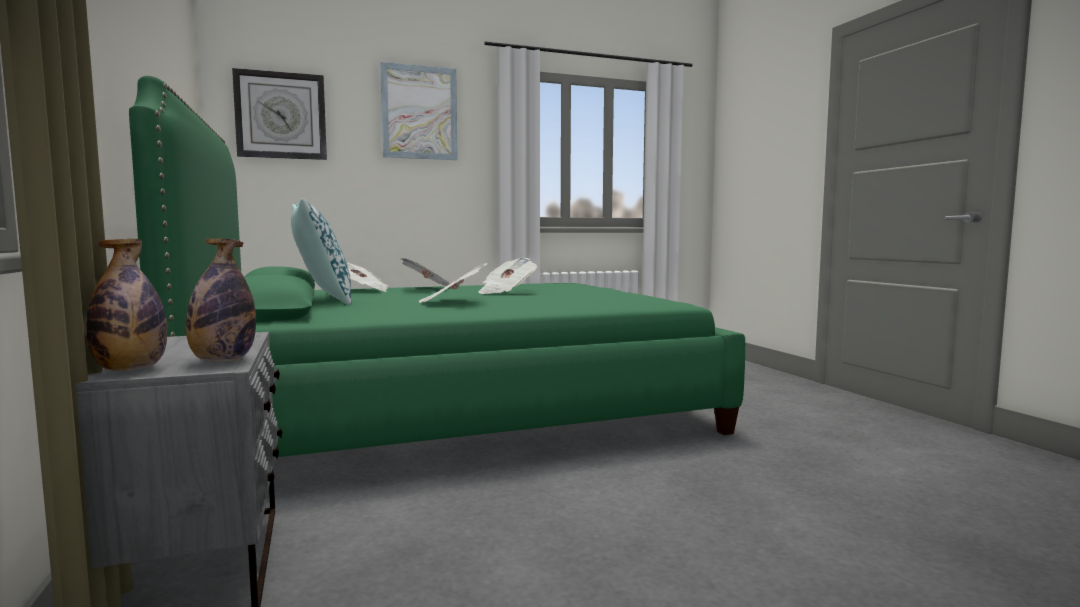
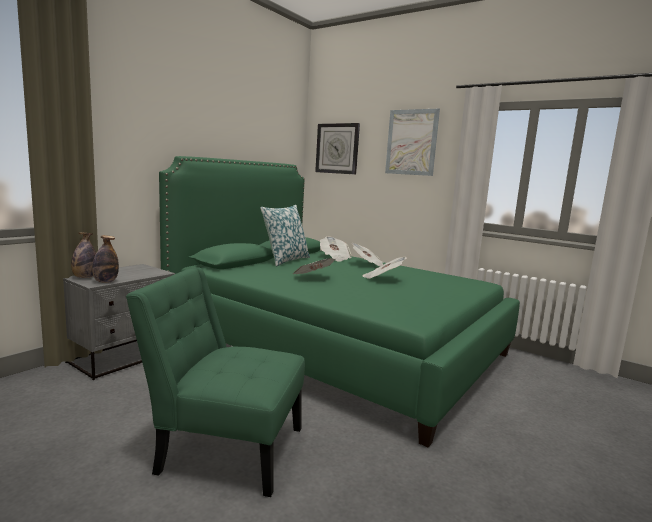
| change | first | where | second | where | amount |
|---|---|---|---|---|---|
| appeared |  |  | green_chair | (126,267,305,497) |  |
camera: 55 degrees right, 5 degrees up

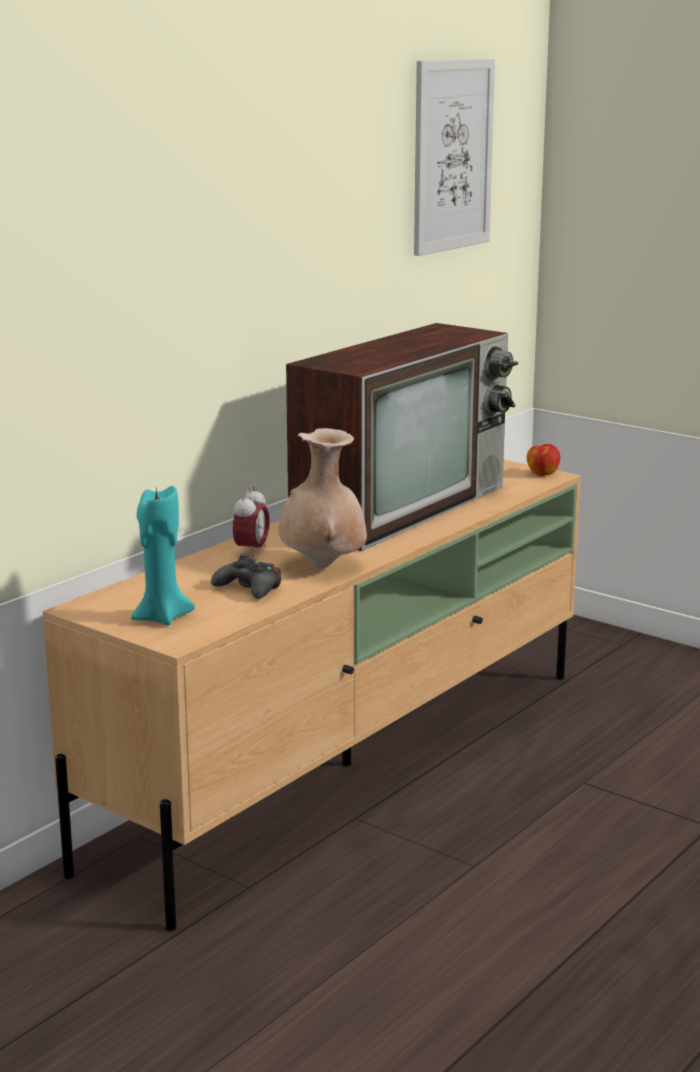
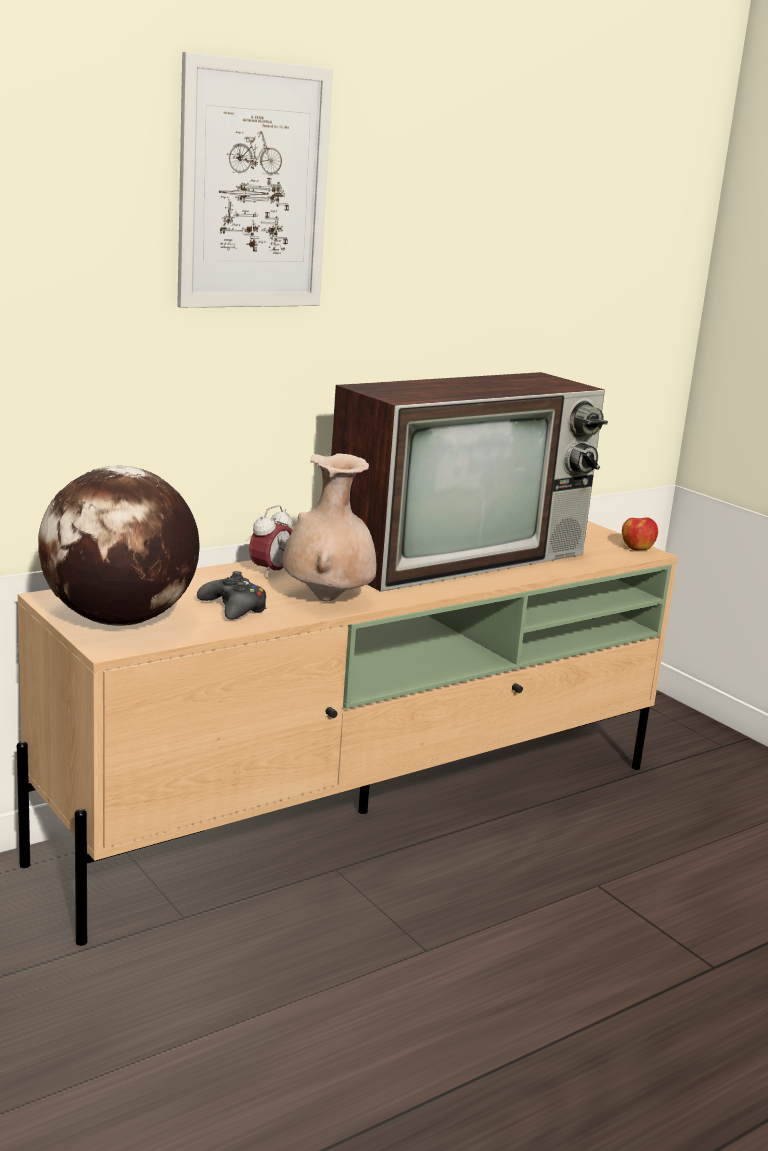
| change | first | where | second | where | amount |
|---|---|---|---|---|---|
| exchanged | turquoise_candle | (131,486,195,625) | globe | (38,466,200,626) |  |
| relocated | picture | (414,58,495,256) |  | (177,52,333,308) |  |
camera: 15 degrees right, 0 degrees up

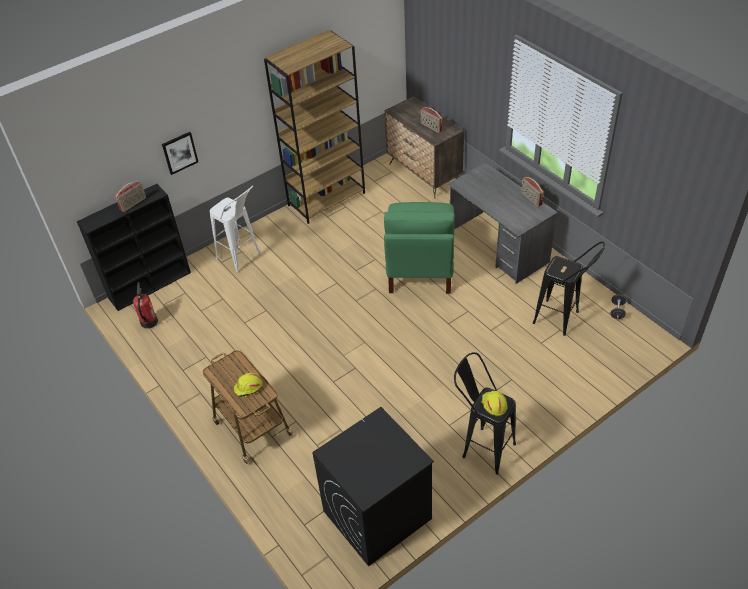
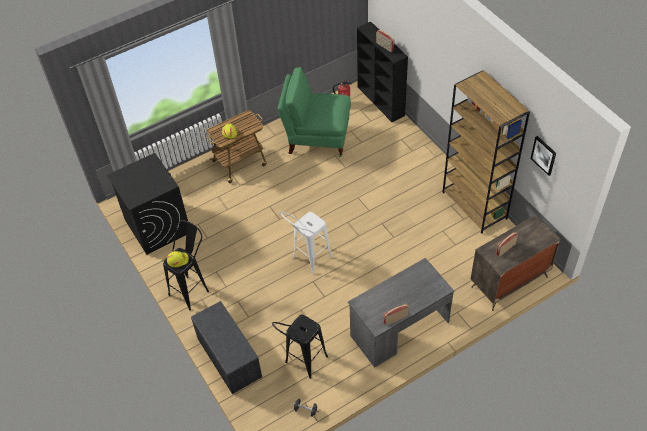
| change | first | where | second | where | amount |
|---|---|---|---|---|---|
| relocated | picture | (162,132,198,175) |  | (531,136,556,176) |  |
| relocated | white_stool | (210,185,261,272) |  | (281,211,333,274) |  |
| relocated | green_chair | (384,202,455,294) |  | (278,67,351,157) |  |
| appeared |  |  | grey_bench | (191,301,262,394) |  |
camera: 95 degrees right, 5 degrees up

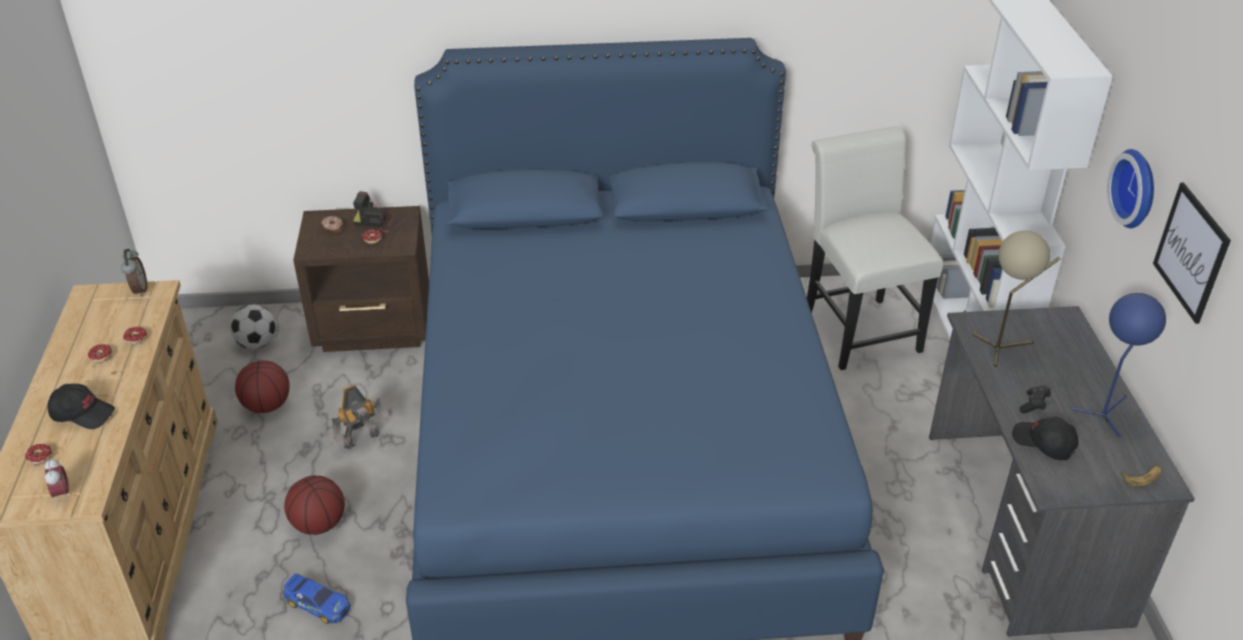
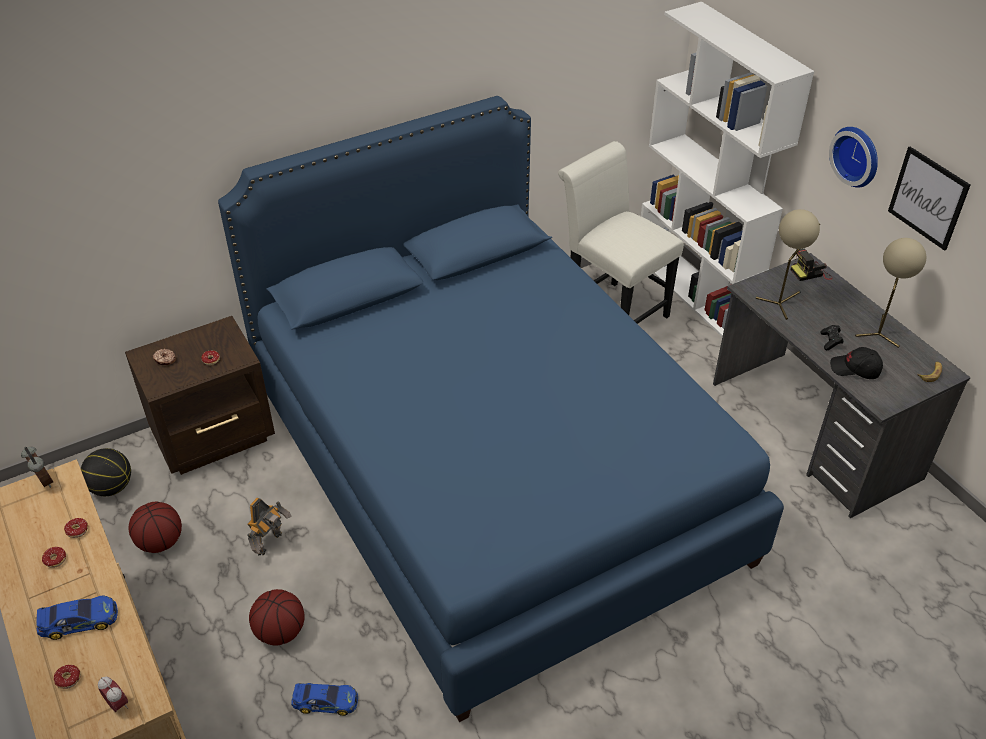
| change | first | where | second | where | amount |
|---|---|---|---|---|---|
| exchanged | black_cap | (48,384,115,429) | toy_car | (36,596,118,640) |  |
| exchanged | football | (230,305,276,349) | basketball | (81,448,131,496) |  |
| relocated | photo_camera | (353,191,395,232) |  | (791,249,833,281) |  |
| colour | blue_table_lamp | (1071,293,1166,437) | beige_table_lamp | (855,238,926,348) |  |
camera: 25 degrees left, 5 degrees up

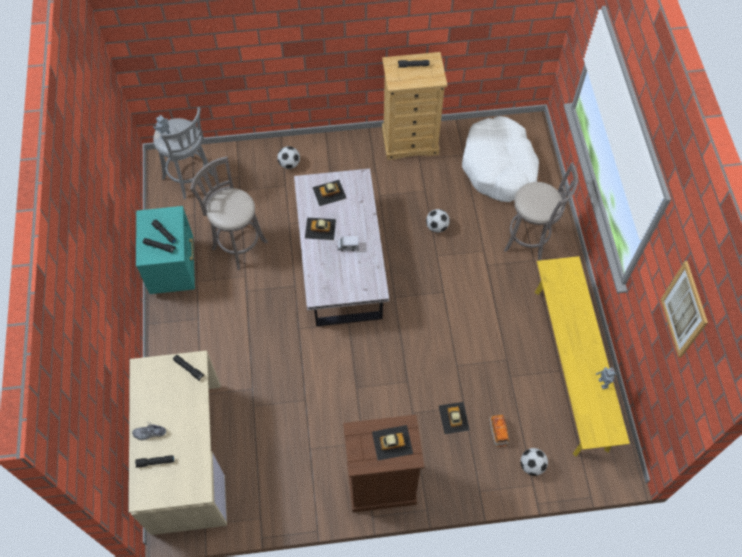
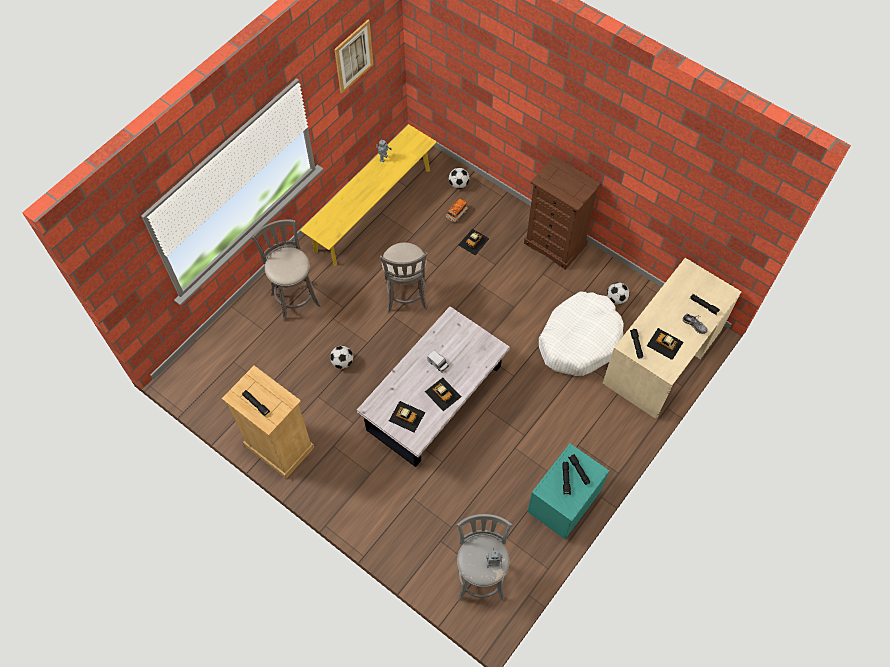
| change | first | where | second | where | amount |
|---|---|---|---|---|---|
| relocated | grey_stool | (191,156,268,270) |  | (380,242,428,313) |  |
| relocated | football | (277,146,300,169) |  | (607,282,630,305) |  |
| relocated | toy_car | (372,425,413,461) |  | (647,328,684,360) |  |
| relocated | white_dog_bed | (462,116,539,202) |  | (539,292,624,376) |  |
camera: 135 degrees left, 0 degrees up

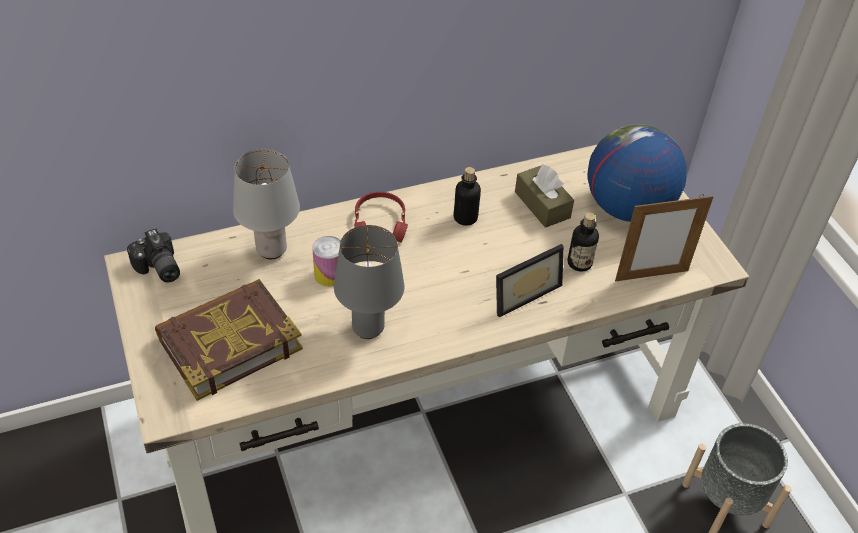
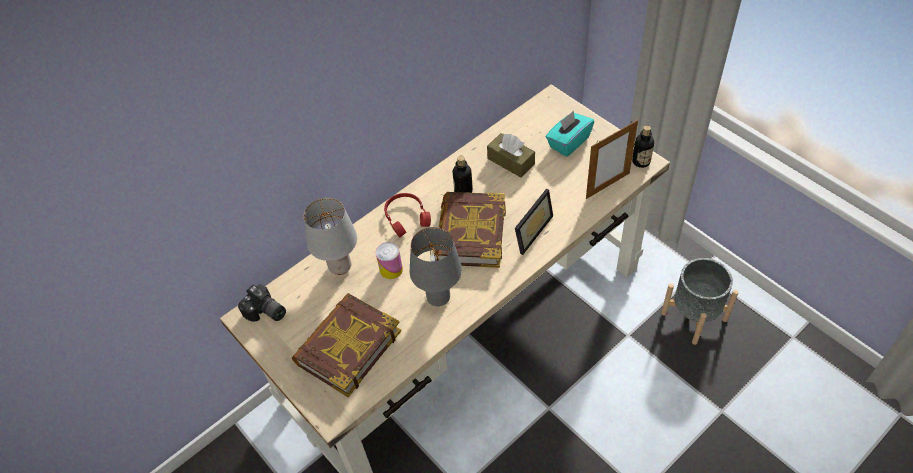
| change | first | where | second | where | amount |
|---|---|---|---|---|---|
| relocated | bottle | (567,213,599,272) |  | (632,125,654,168) |  |
| exchanged | globe | (587,124,687,222) | turquoise_tissue_box | (546,111,594,157) |  |
| appeared |  |  | book | (435,192,506,268) |  |
camera: 15 degrees left, 5 degrees up

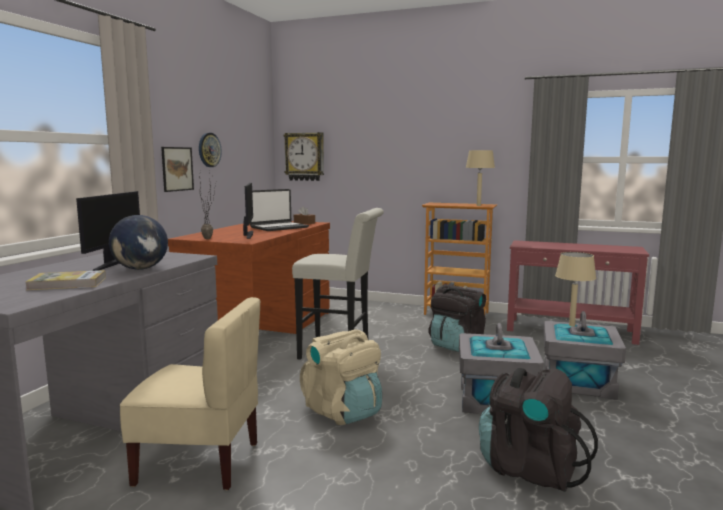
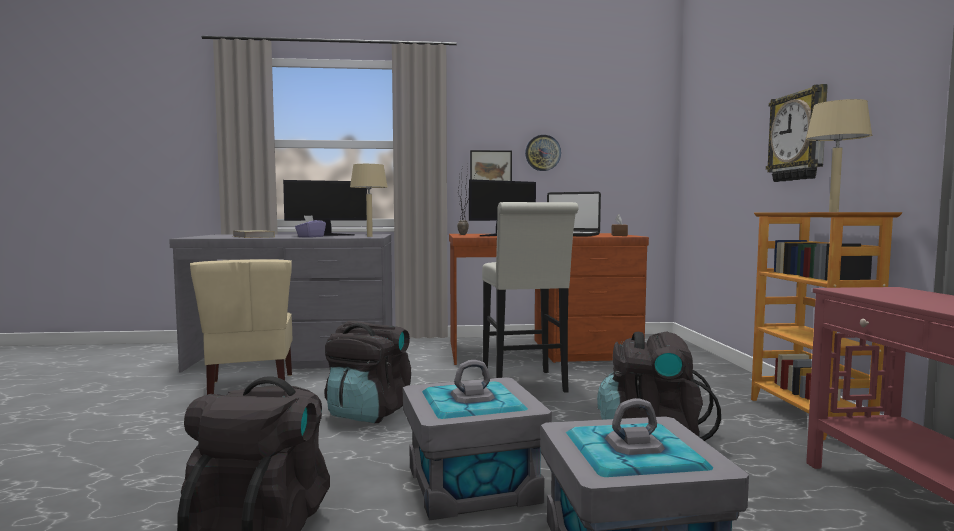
| change | first | where | second | where | amount |
|---|---|---|---|---|---|
| exchanged | globe | (109,215,168,270) | purple_tissue_box | (295,215,326,238) |  |
| relocated | wall_clock | (284,132,324,181) |  | (766,84,828,182) |  |
| colour | beige_backpack | (300,330,382,425) | black_backpack | (324,321,411,423) |  |
| relocated | beige_table_lamp | (555,252,596,326) |  | (350,164,388,237) |  |
camera: 65 degrees right, 5 degrees down

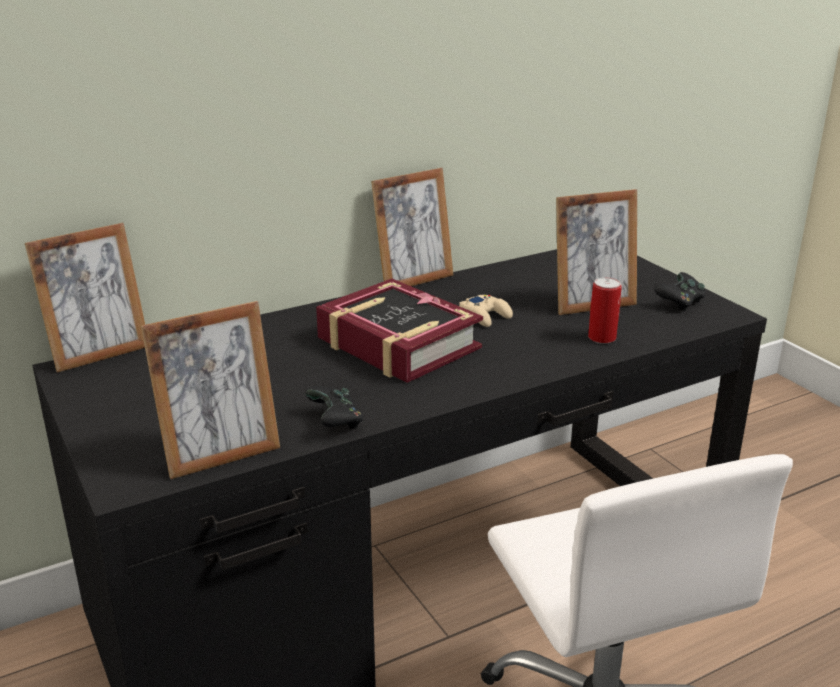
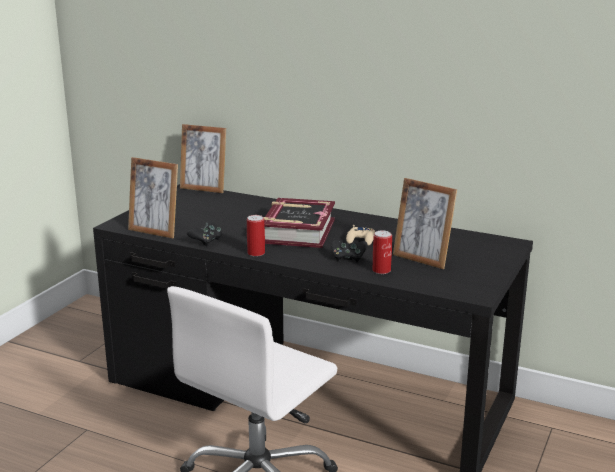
| change | first | where | second | where | amount |
|---|---|---|---|---|---|
| missing | picture_frame | (371,168,453,286) |  |  |  |
| relocated | black_game_controller | (654,272,706,311) |  | (331,239,368,262) |  |
| appeared |  |  | can | (247,215,265,256) |  |
camera: 55 degrees right, 5 degrees down

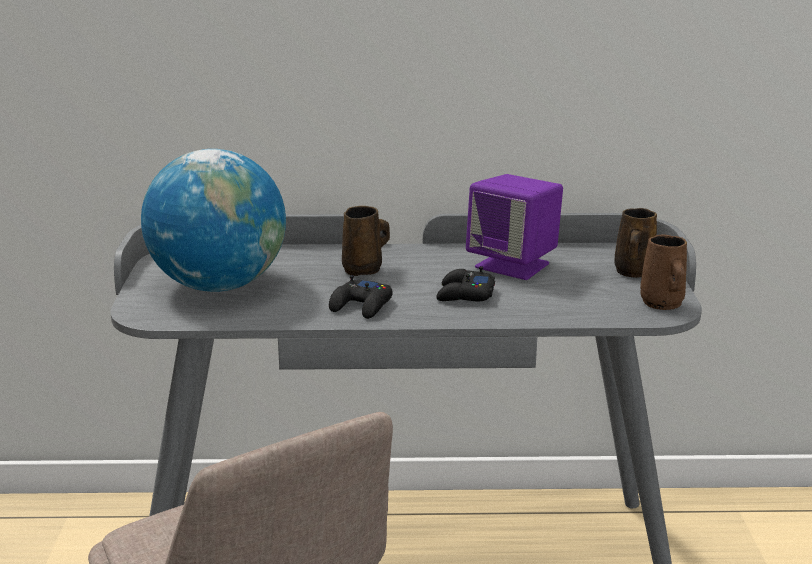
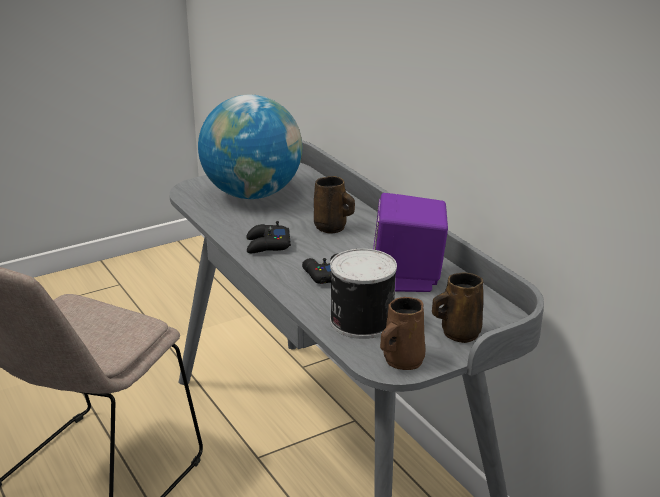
| change | first | where | second | where | amount |
|---|---|---|---|---|---|
| appeared |  |  | can | (330,249,397,339) |  |
camera: 60 degrees right, 5 degrees up

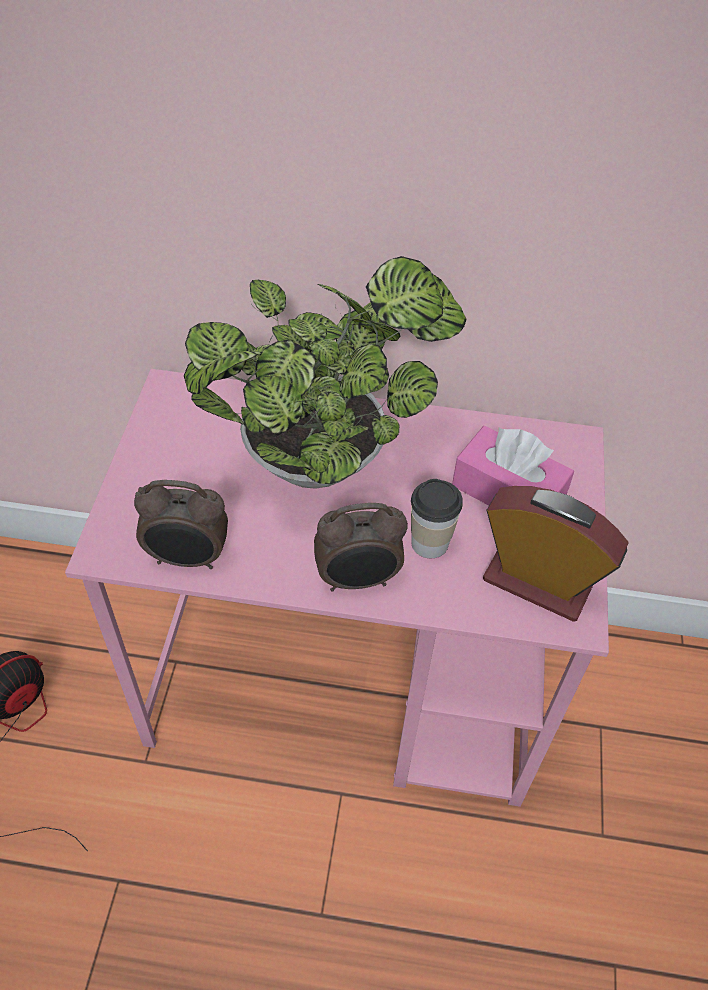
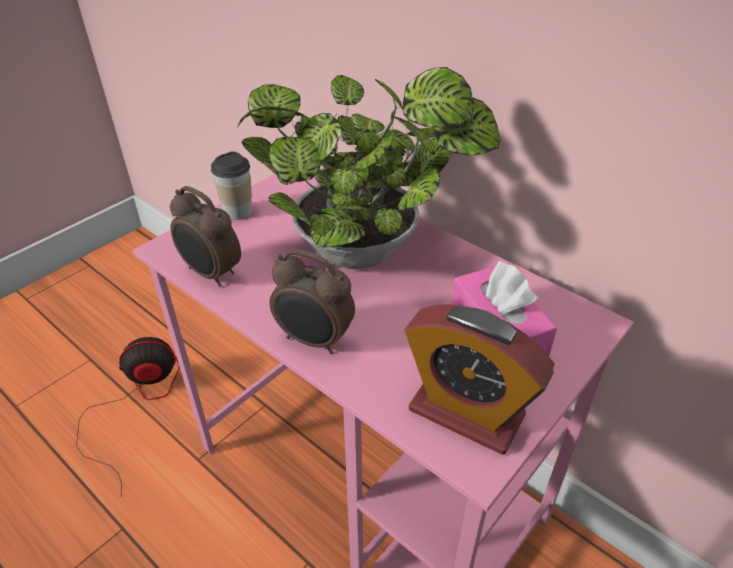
| change | first | where | second | where | amount |
|---|---|---|---|---|---|
| relocated | cup | (411,479,463,558) |  | (211,151,252,220) |  |
| spun | alarm_clock | (483,486,628,622) |  | (405,304,555,454) | 150 degrees clockwise |
camera: 35 degrees right, 10 degrees down

